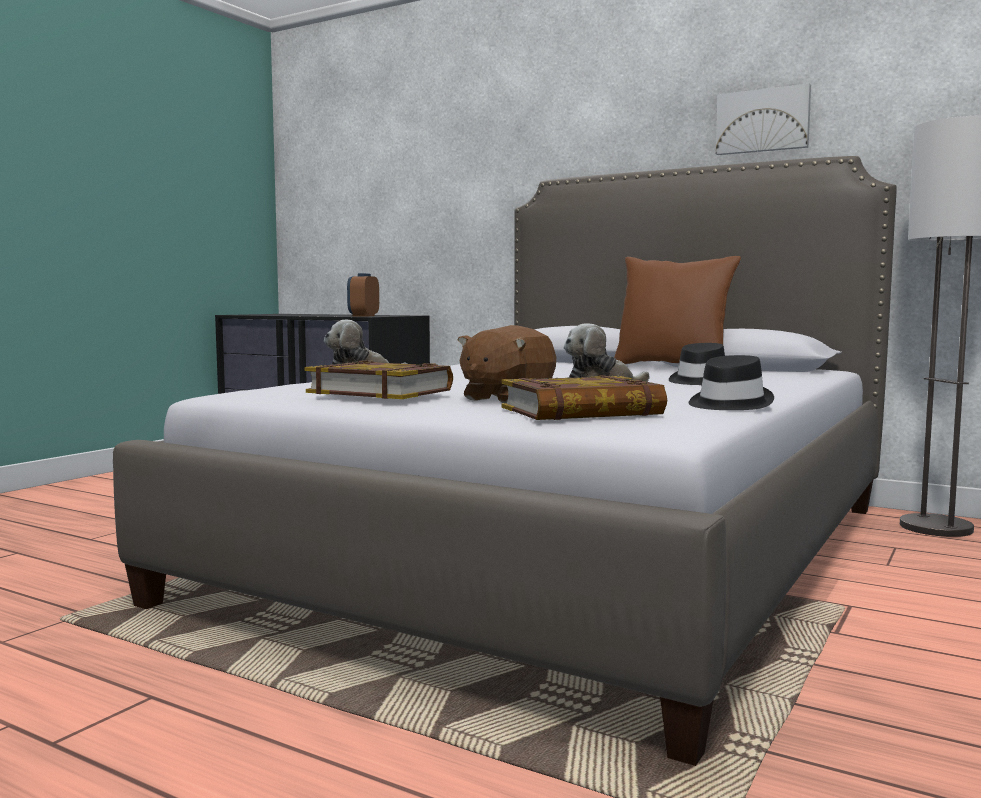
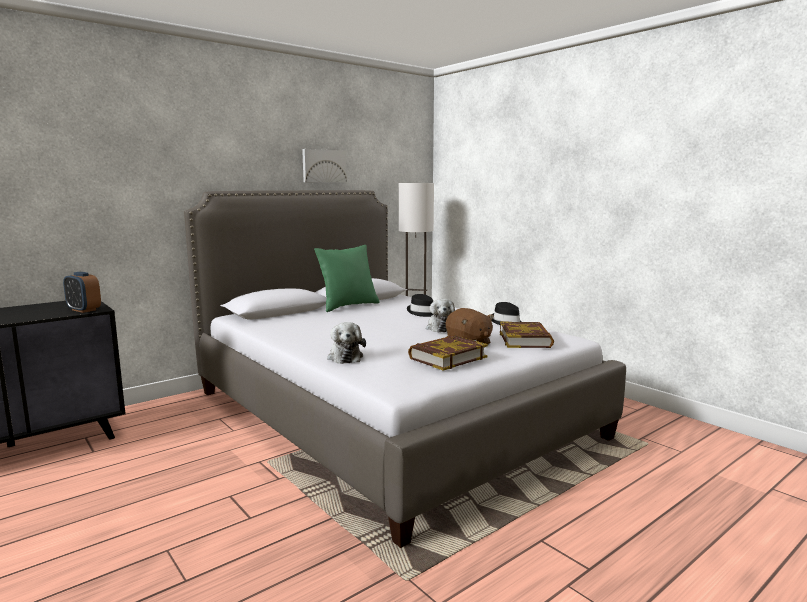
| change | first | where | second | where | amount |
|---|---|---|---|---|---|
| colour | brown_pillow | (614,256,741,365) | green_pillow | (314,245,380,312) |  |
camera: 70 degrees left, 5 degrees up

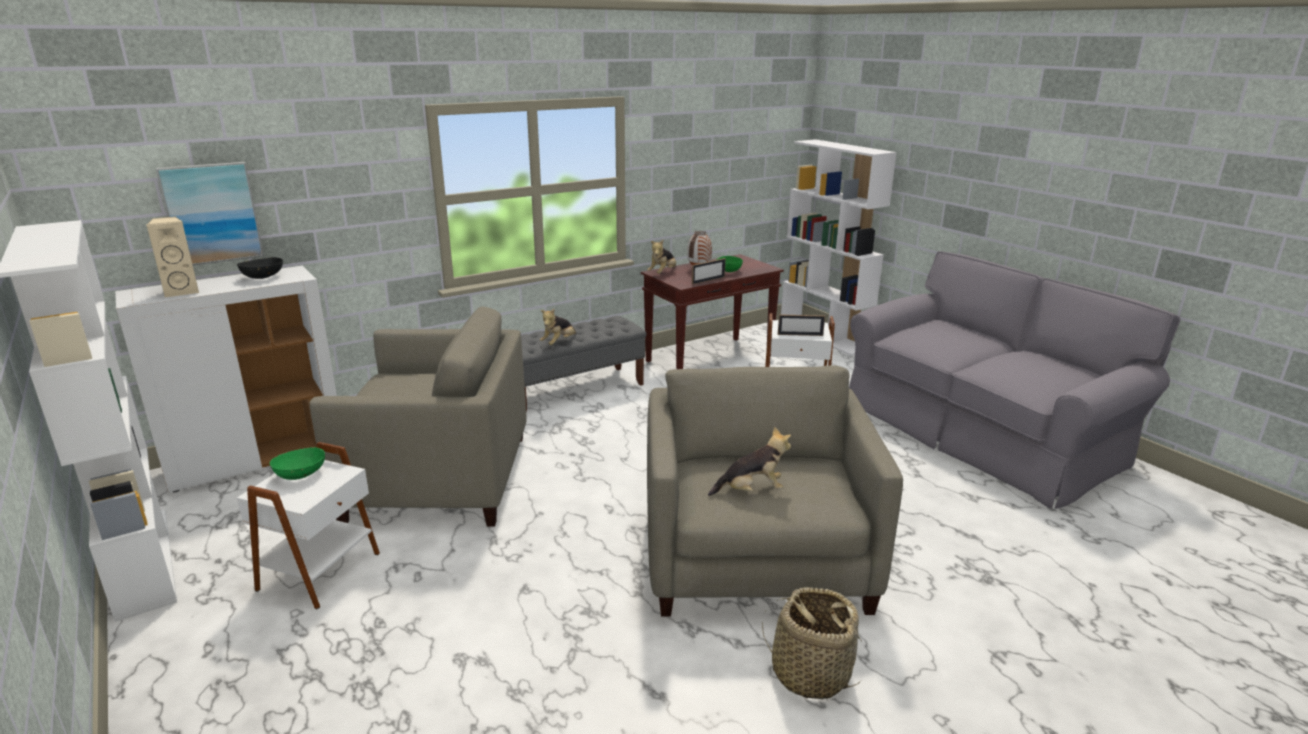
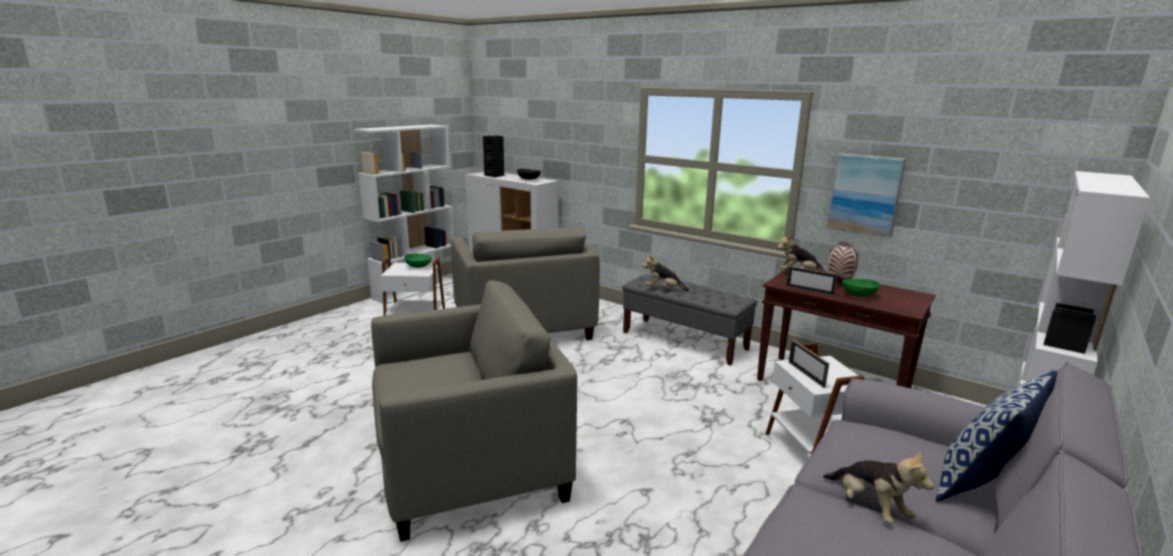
| change | first | where | second | where | amount |
|---|---|---|---|---|---|
| colour | beige_speaker | (146,216,199,297) | black_speaker | (483,136,504,178) |  |
| relocated | picture | (156,162,264,265) |  | (827,153,906,238) |  |
| relocated | plush_toy | (708,426,791,496) |  | (823,450,934,524) |  |
| missing | basket | (762,587,862,699) |  |  |  |
| appeared |  |  | pillow | (935,370,1057,502) |  |
camera: 70 degrees right, 5 degrees down

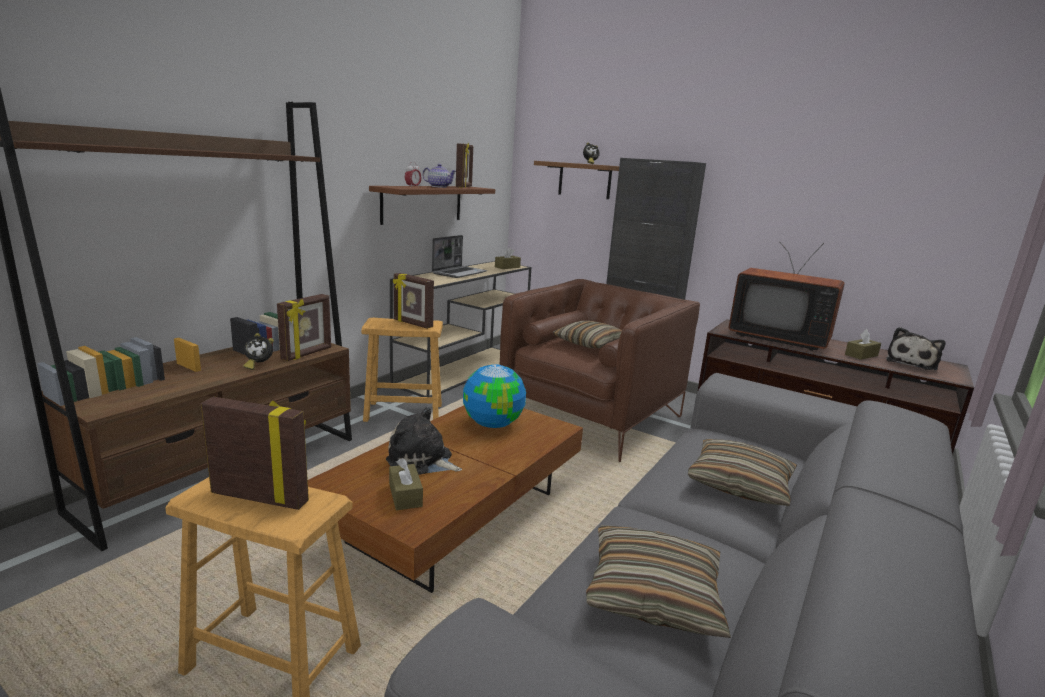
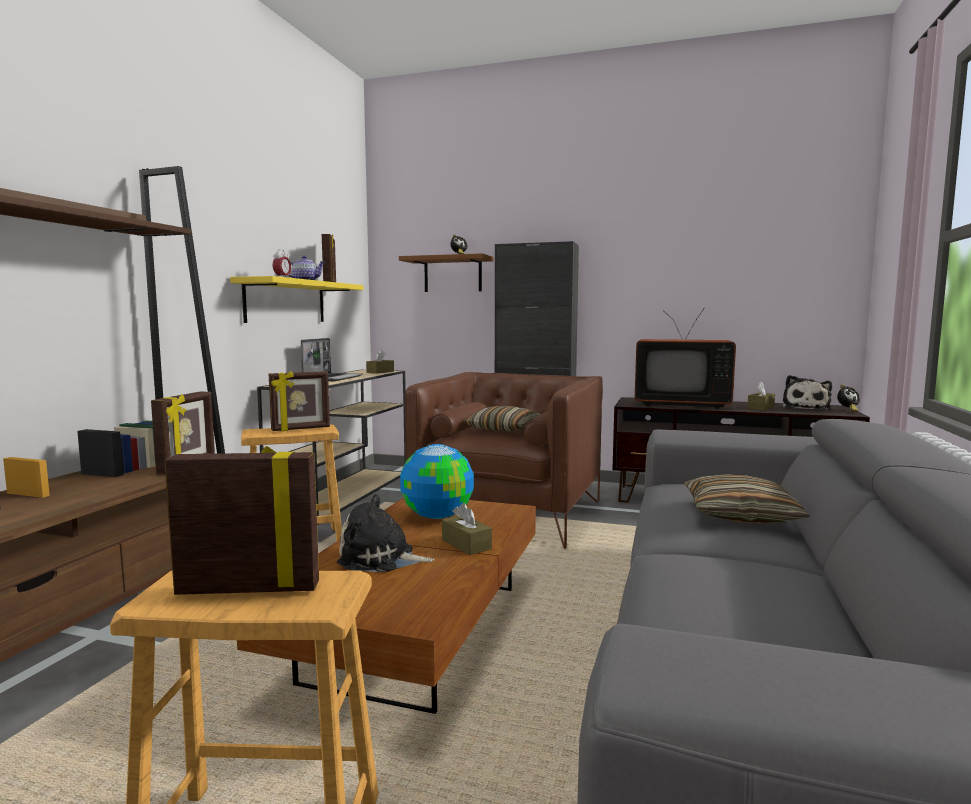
| change | first | where | second | where | amount |
|---|---|---|---|---|---|
| relocated | alarm_clock | (243,333,274,370) |  | (837,384,860,412) |  |
| colour | brown_shelf | (369,186,495,225) | yellow_shelf | (230,276,363,323) |  |
| relocated | brown_tissue_box | (389,458,423,510) |  | (442,503,492,555) |  |
| spun | picture_frame | (393,273,434,329) |  | (269,371,330,431) | 45 degrees counterclockwise |
| missing | pillow | (586,525,731,638) |  |  |  |
camera: 15 degrees left, 10 degrees down

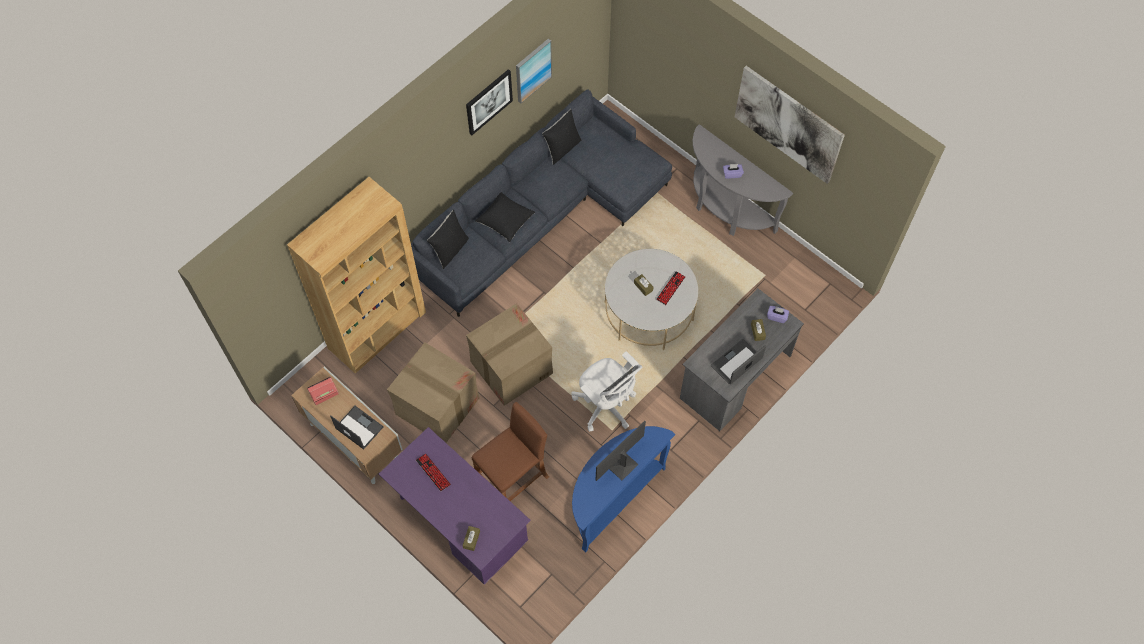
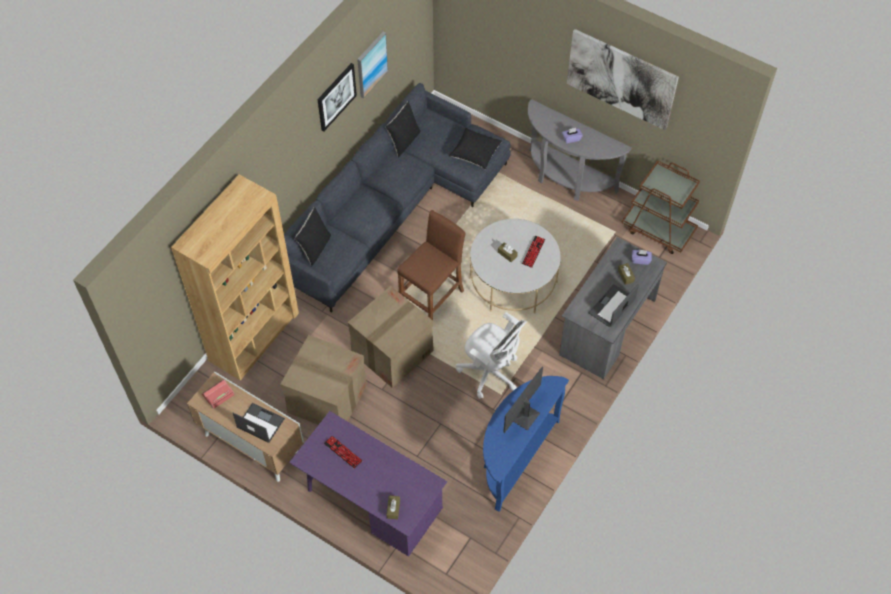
| change | first | where | second | where | amount |
|---|---|---|---|---|---|
| relocated | brown_stool | (472,402,549,501) |  | (397,210,465,320) |  |
| relocated | black_pillow | (475,192,535,242) |  | (449,128,502,170) |  |
| appeared |  |  | brown_cart | (621,160,700,254) |  |
camera: 10 degrees left, 5 degrees down

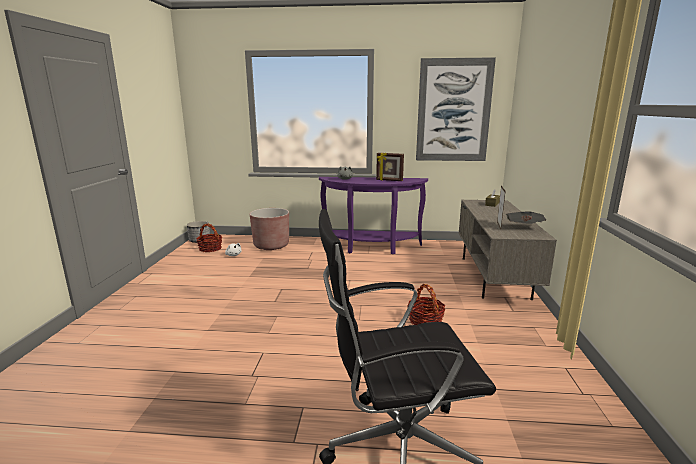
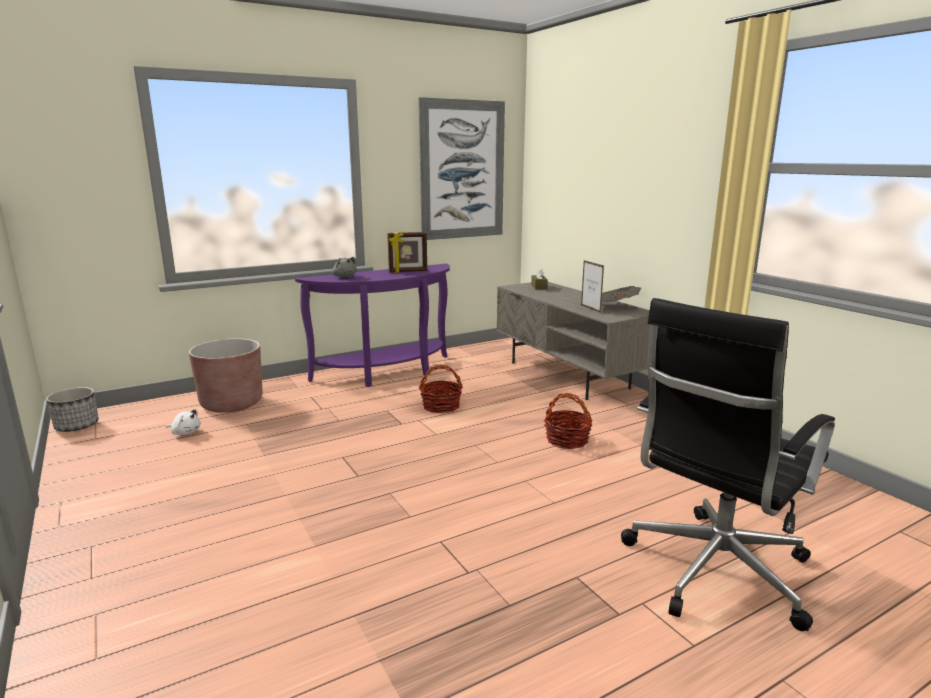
| change | first | where | second | where | amount |
|---|---|---|---|---|---|
| relocated | basket | (196,224,222,252) |  | (419,364,463,414) |  |
camera: 35 degrees left, 0 degrees up

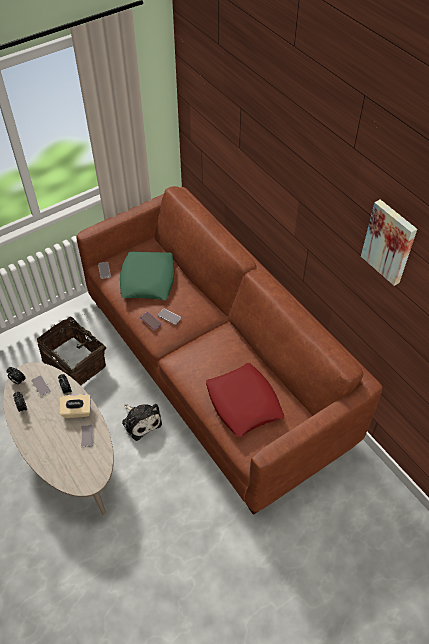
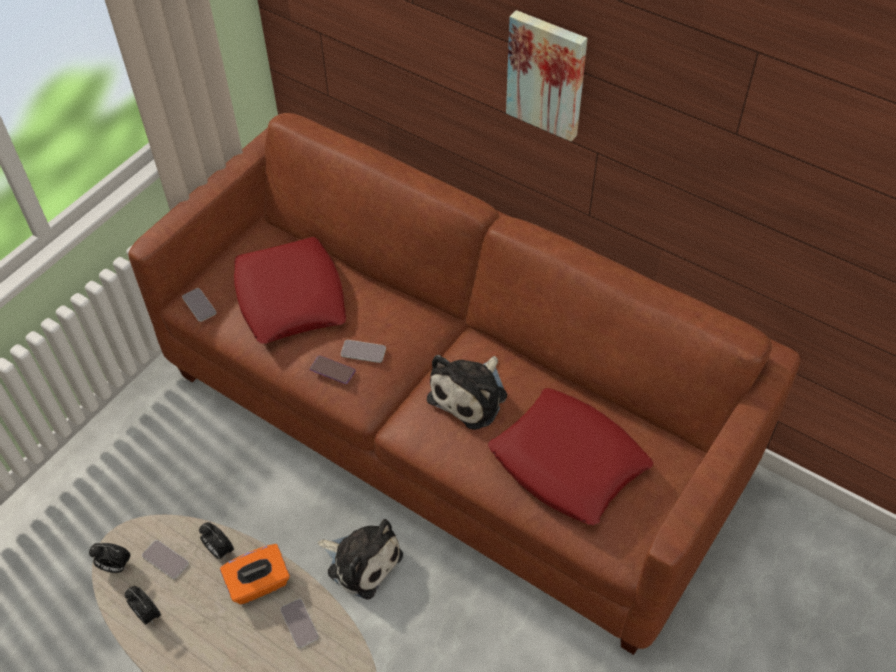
| change | first | where | second | where | amount |
|---|---|---|---|---|---|
| missing | basket | (37,317,106,386) |  |  |  |
| colour | beige_tissue_box | (60,394,91,418) | orange_tissue_box | (220,544,290,605) |  |
| colour | green_pillow | (120,251,174,300) | red_pillow | (234,237,347,344) |  |
| relocated | picture | (361,199,417,286) |  | (506,10,588,141) |  |
| appeared |  |  | plush_toy | (427,355,507,430) |  |
camera: 20 degrees left, 0 degrees up

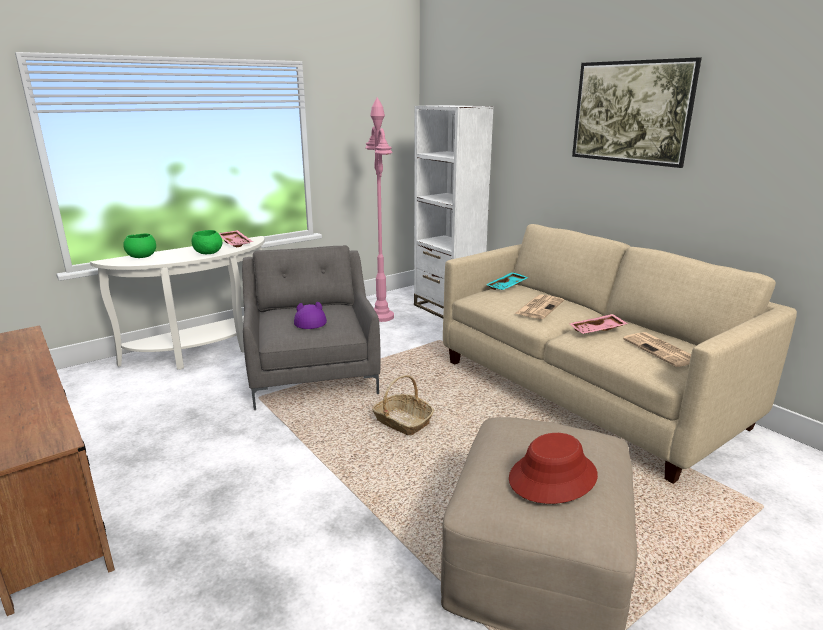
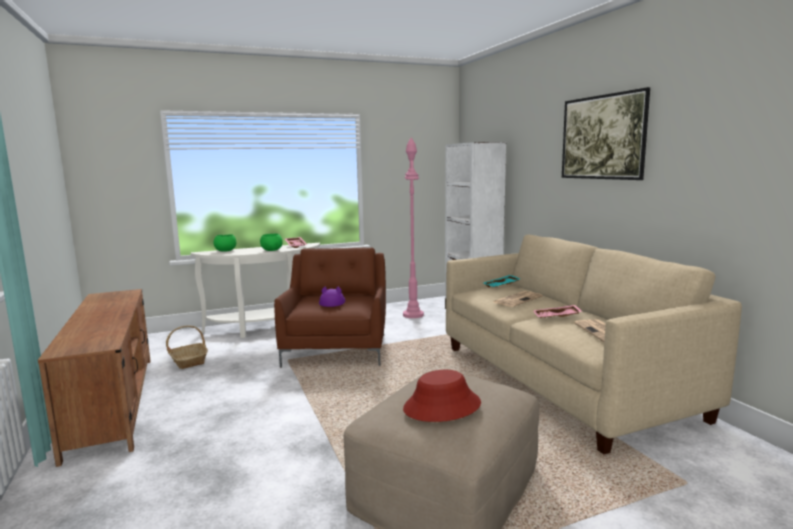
| change | first | where | second | where | amount |
|---|---|---|---|---|---|
| colour | grey_armchair | (242,245,381,410) | brown_armchair | (274,248,386,368) |  |
| relocated | basket | (372,375,434,435) |  | (166,326,208,369) |  |
camera: 15 degrees right, 10 degrees down

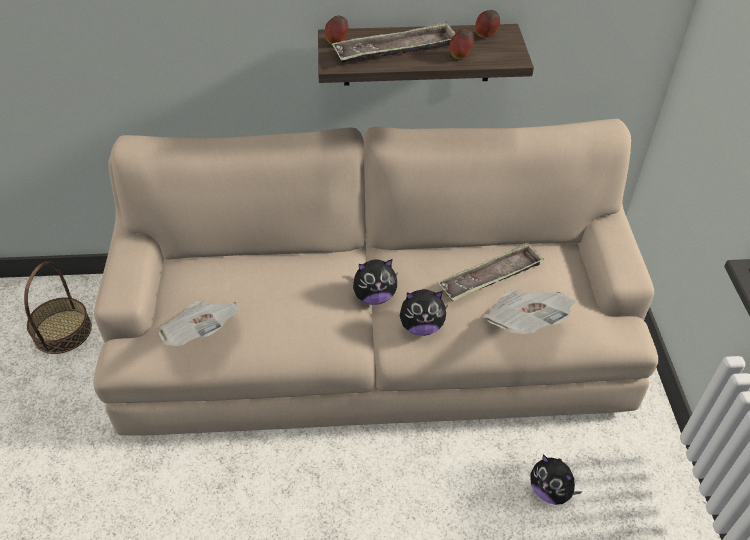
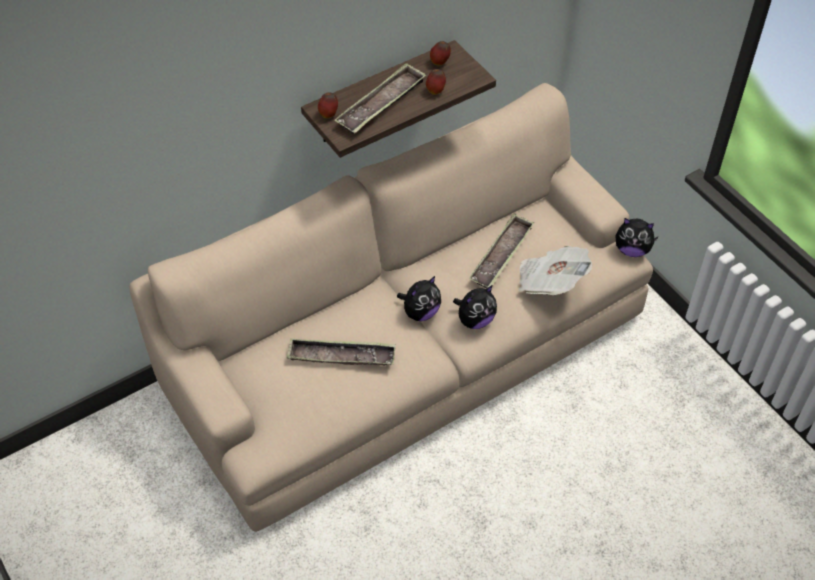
| change | first | where | second | where | amount |
|---|---|---|---|---|---|
| missing | basket | (24,261,92,354) |  |  |  |
| missing | newspaper | (159,300,239,346) |  |  |  |
| relocated | plush_toy | (530,455,582,505) |  | (615,218,659,257) |  |
| appeared |  |  | tray | (287,338,396,365) |  |
camera: 30 degrees left, 5 degrees up

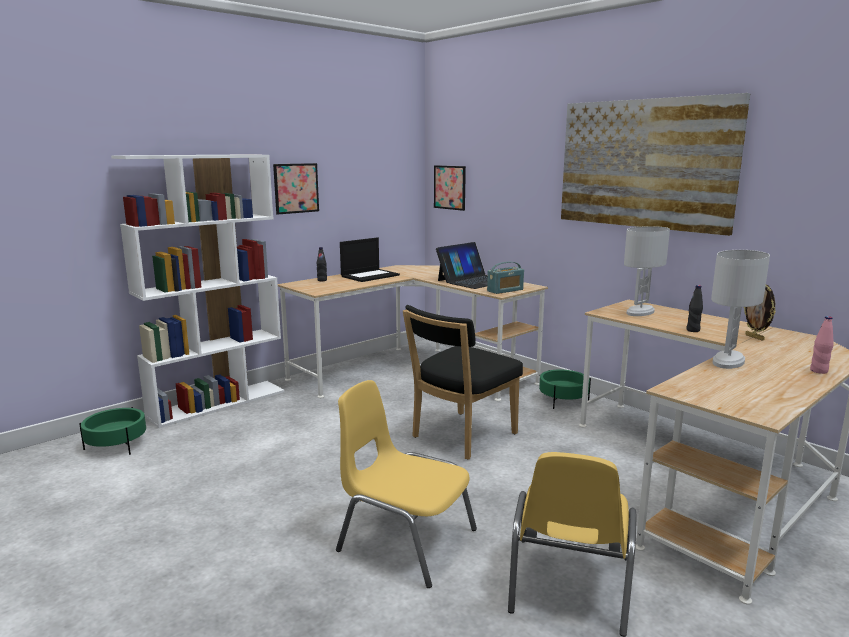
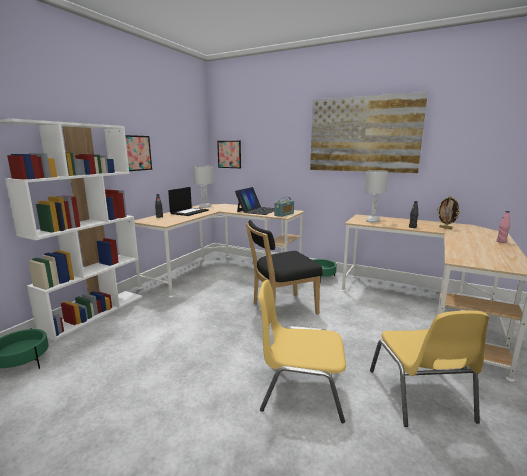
| change | first | where | second | where | amount |
|---|---|---|---|---|---|
| spun | black_chair | (403,305,523,460) |  | (246,220,322,315) | 45 degrees clockwise |
| relocated | white_table_lamp | (711,250,770,369) |  | (193,166,213,208) |  |
camera: 20 degrees left, 0 degrees up

